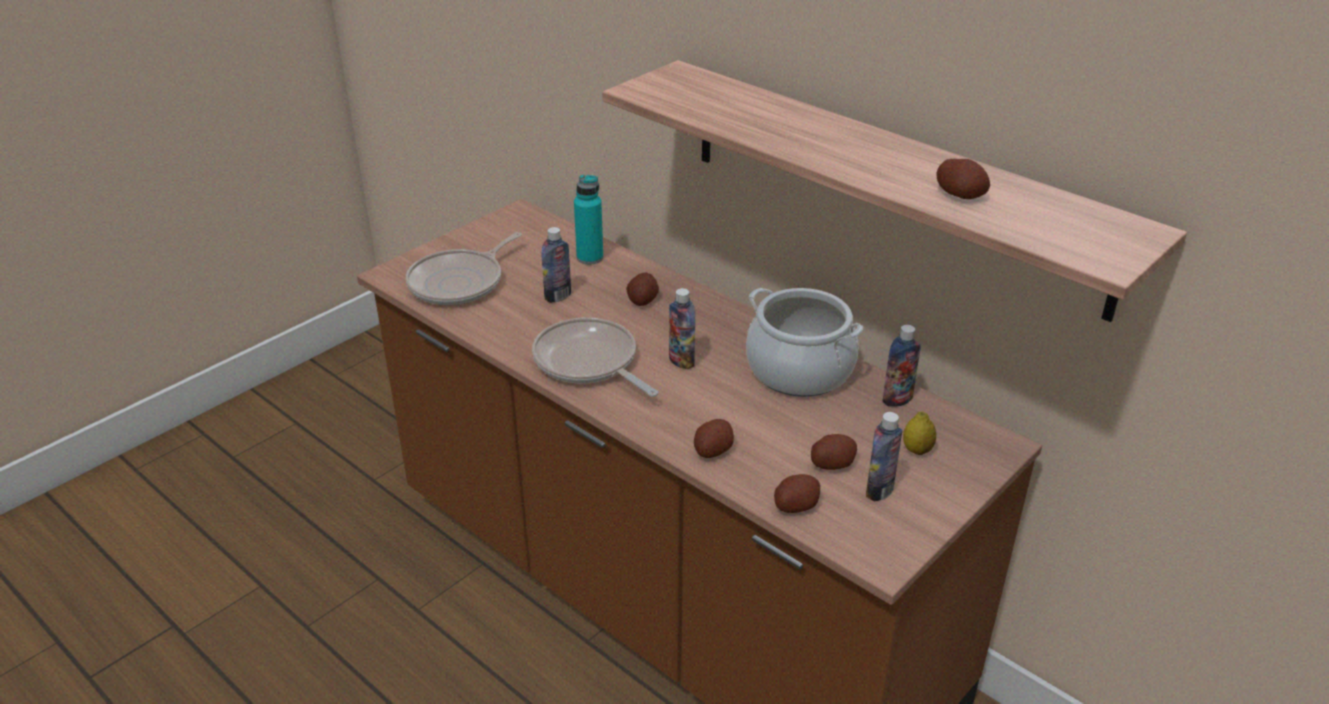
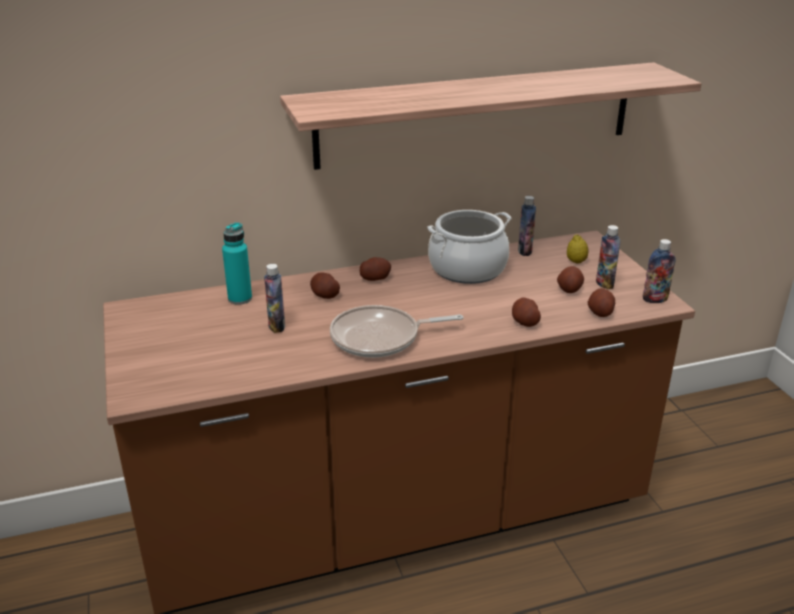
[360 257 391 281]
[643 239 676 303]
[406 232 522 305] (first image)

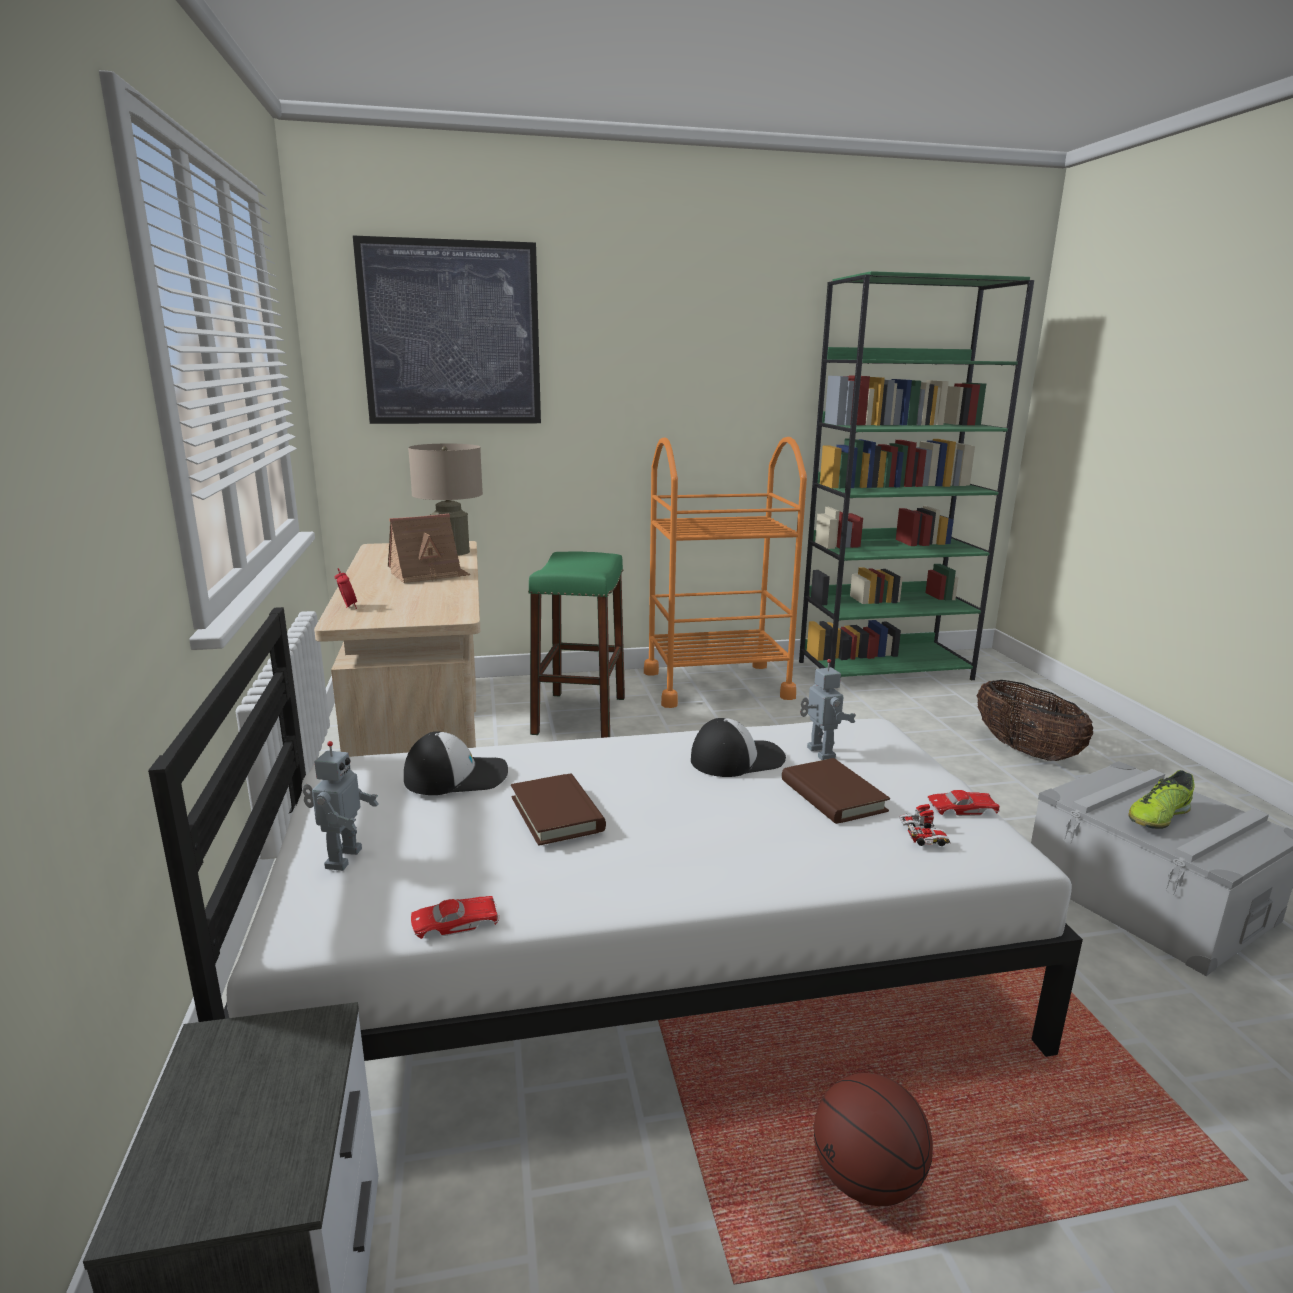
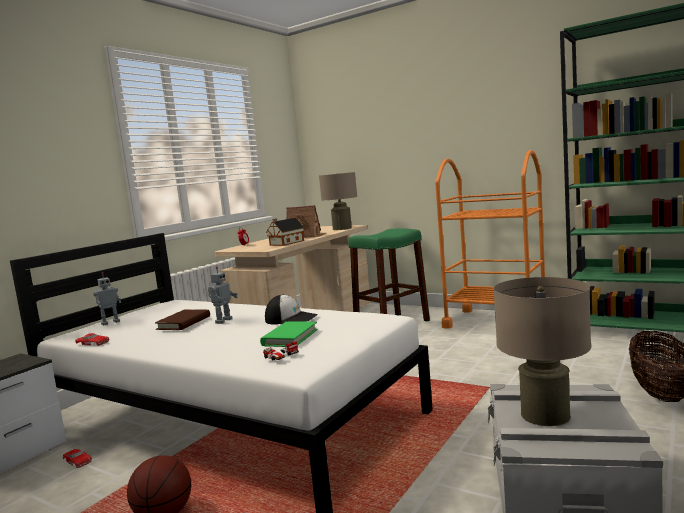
[63 449 92 468]
[208 267 238 324]
[260 321 318 347]
[266 218 304 246]
[494 277 591 426]
[353 236 541 424] (first image)
[404 732 508 795] (first image)

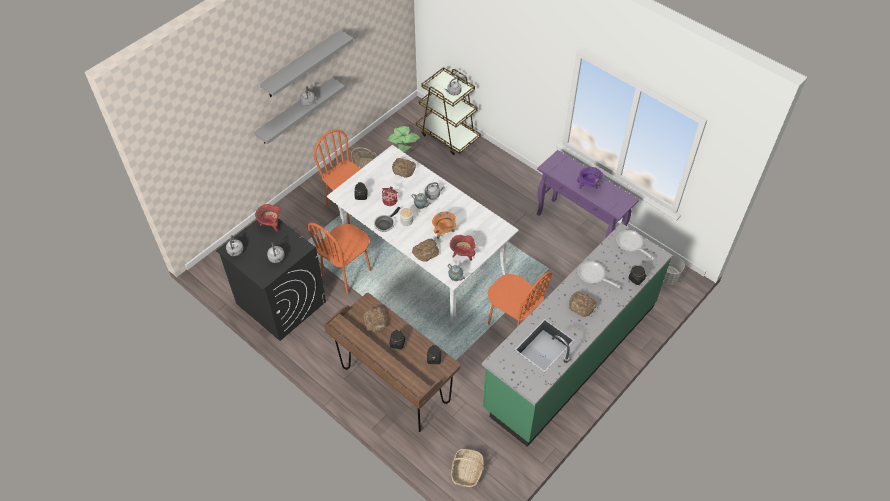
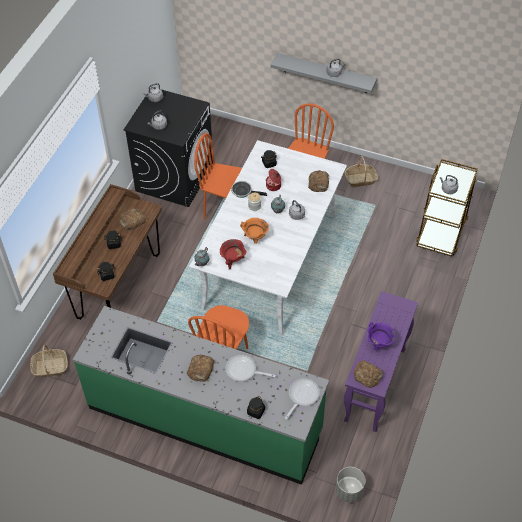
[225 355 276 381]
[353 360 383 388]
[255 204 281 232] (first image)
[260 30 353 97] (first image)
[388 126 420 152] (first image)

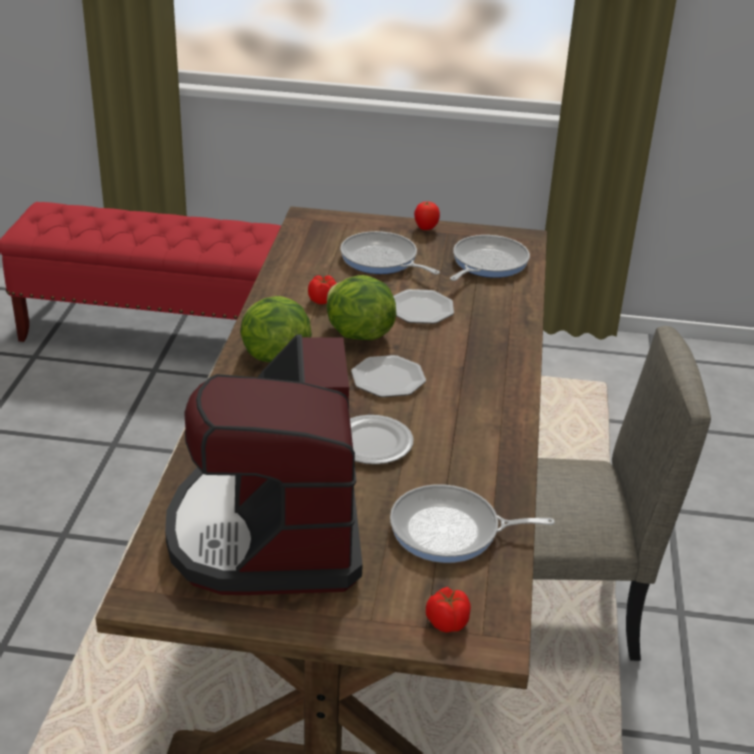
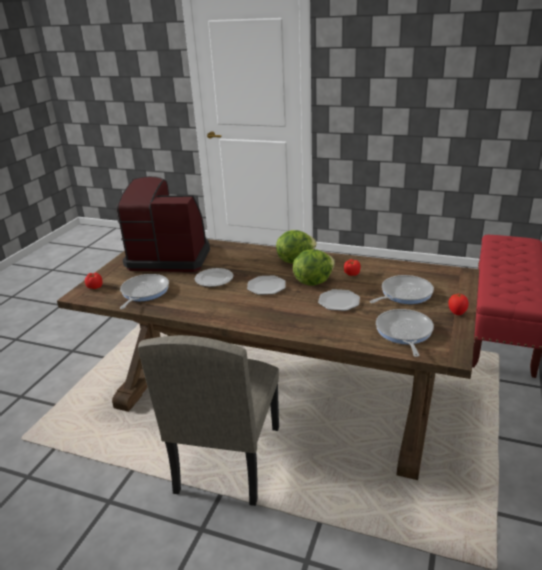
[376 309 434 357]

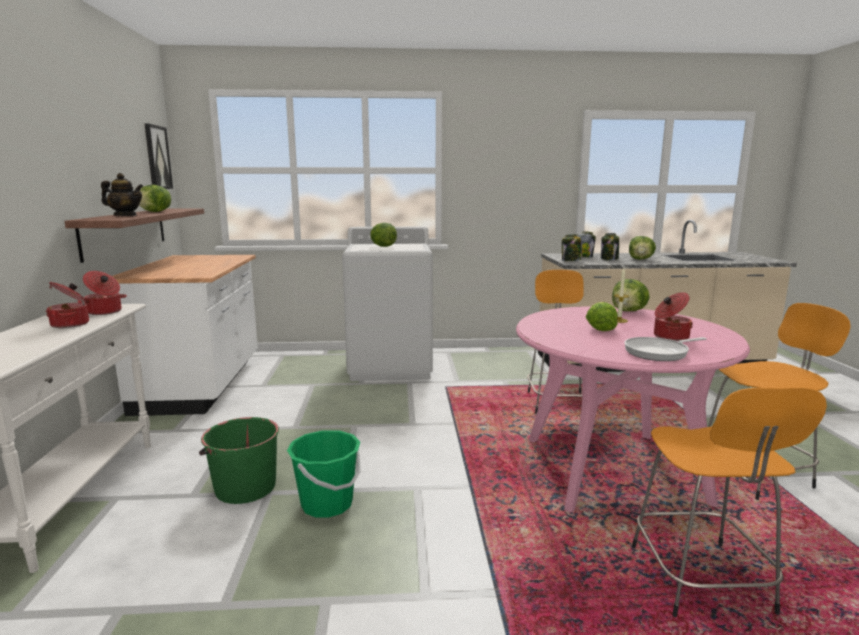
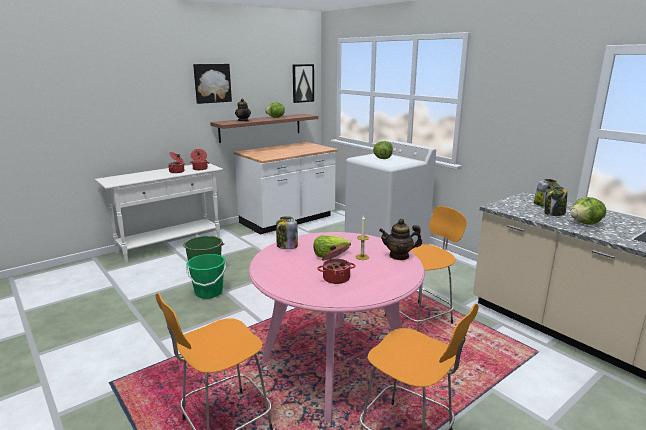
[193 64 232 104]
[276 216 298 249]
[379 219 422 260]
[624 337 707 361] (first image)

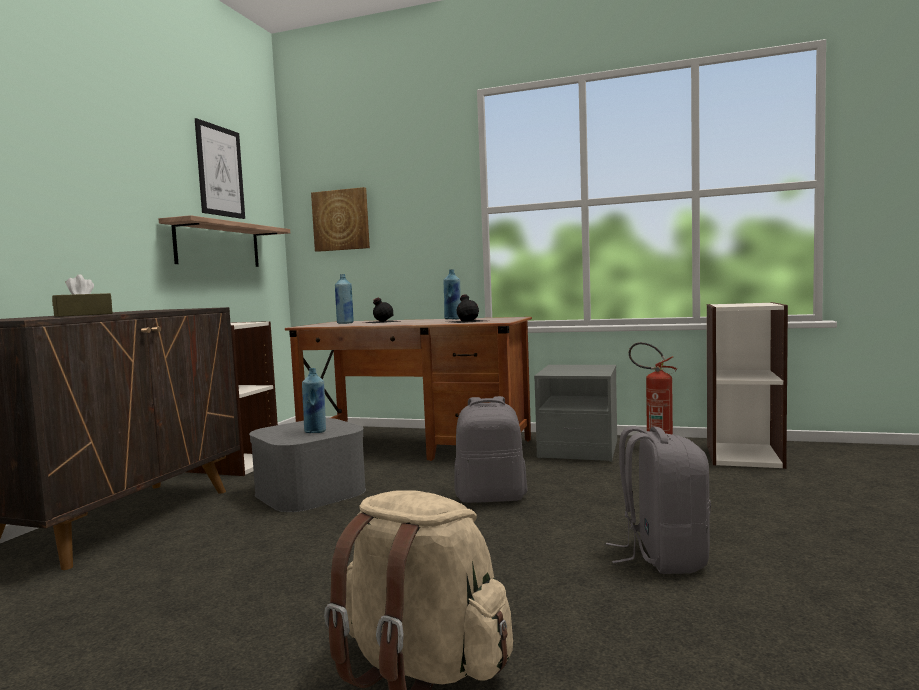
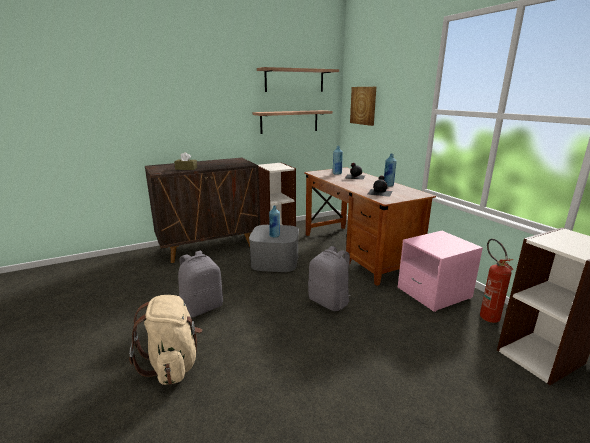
[178 251 223 317]
[257 67 339 92]
[398 231 483 312]

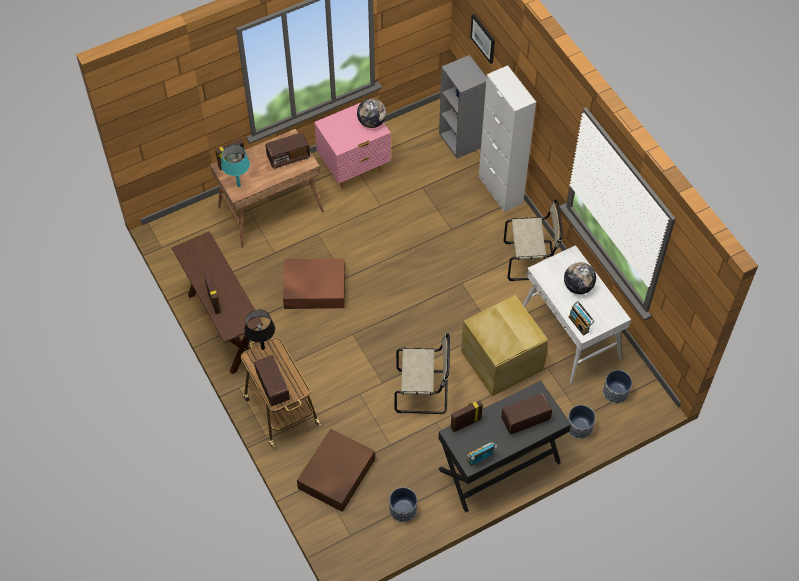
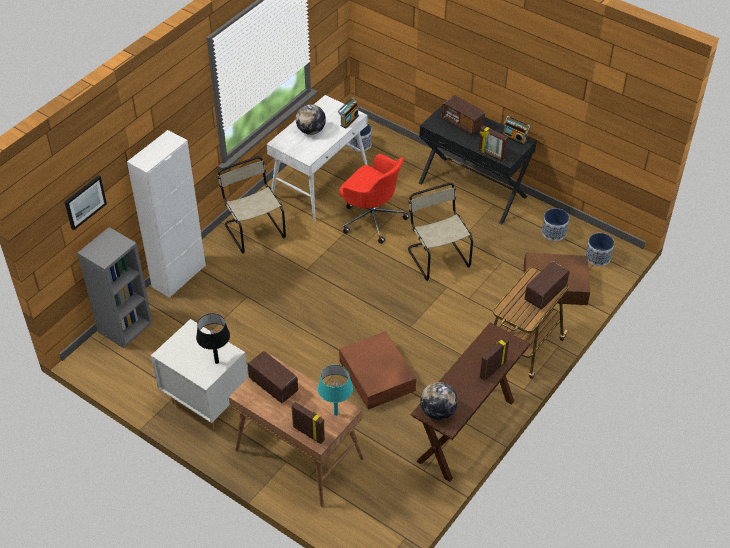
[151 319 248 430]
[196 313 230 364]
[339 154 410 244]
[420 382 458 420]
[585 233 614 266]

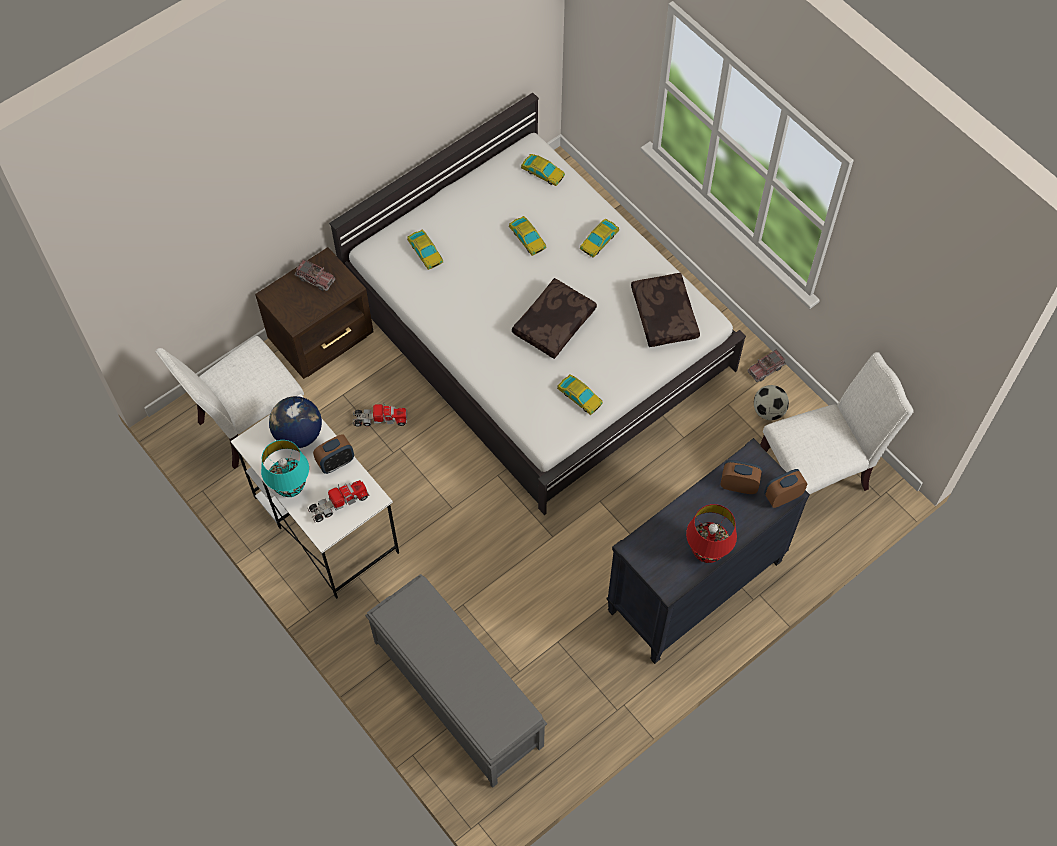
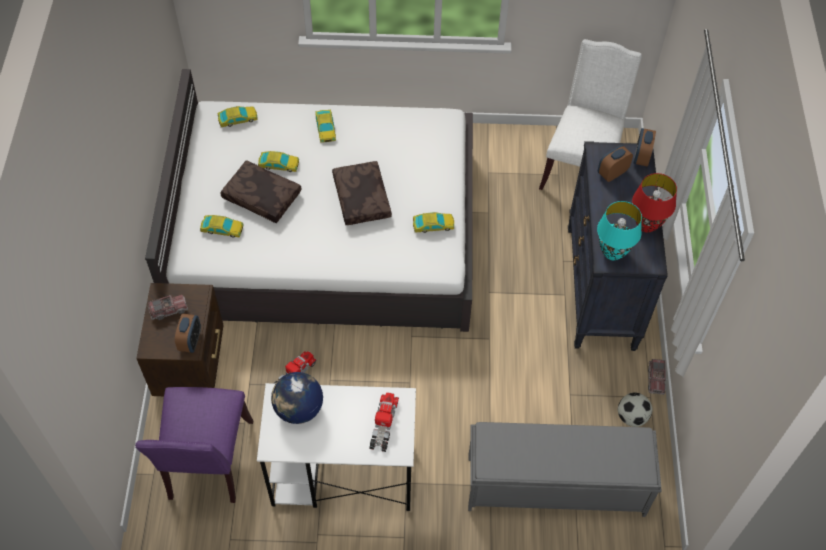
[135 387 254 503]
[175 314 201 353]
[220 160 302 223]
[597 201 642 260]
[618 392 652 427]
[648 359 667 395]

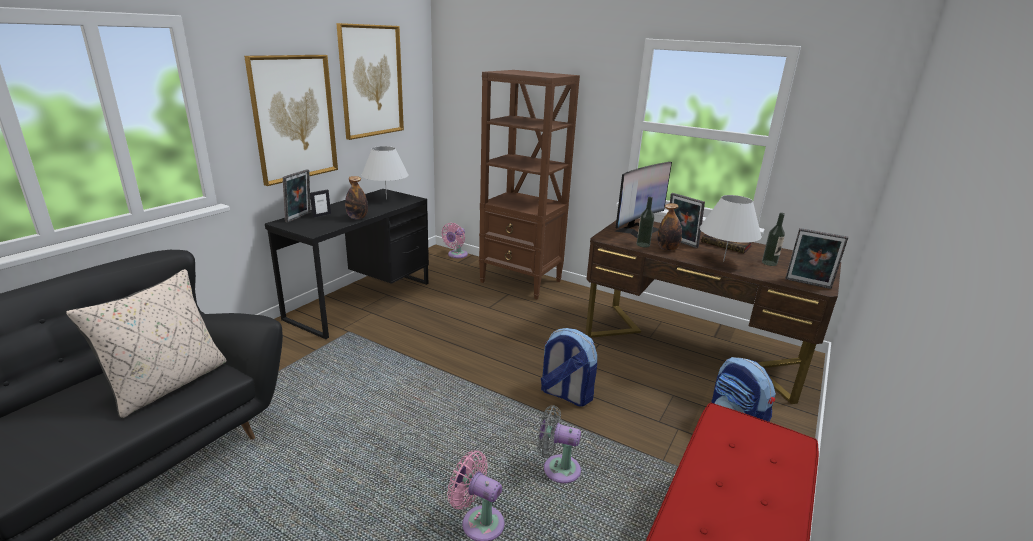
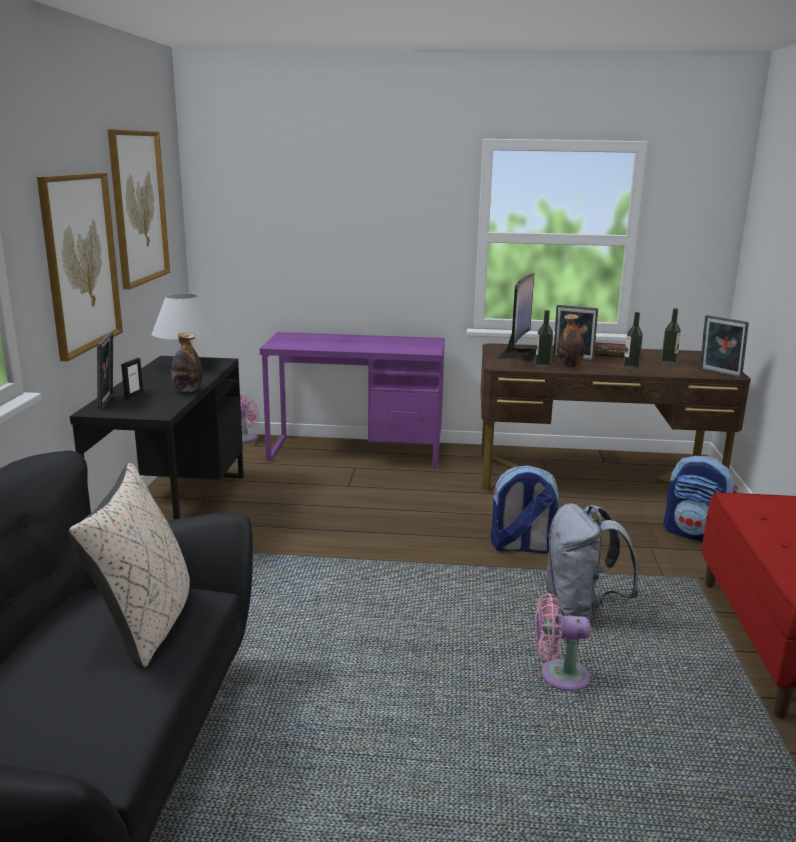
[260 332 445 469]
[545 503 639 621]
[623 312 643 370]
[700 315 749 378]

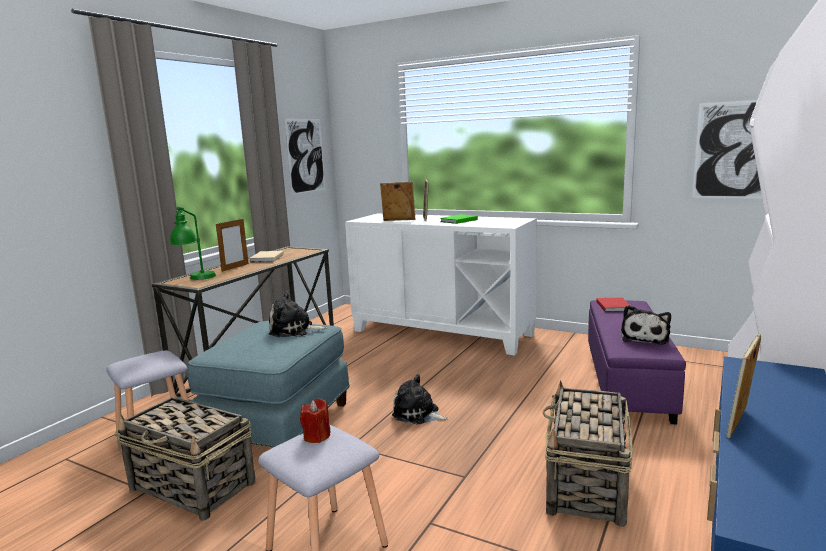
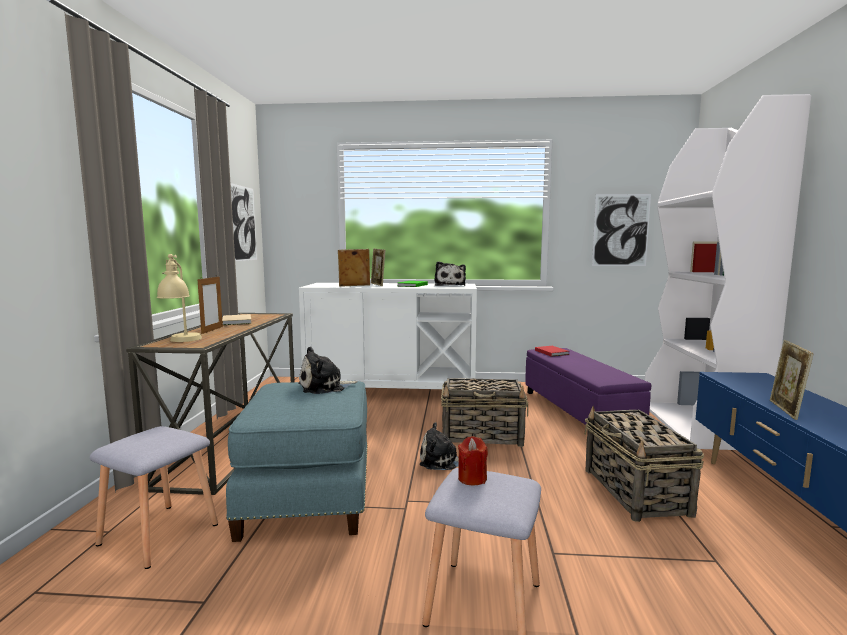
[156 254 202 342]
[434 261 466 286]
[441 378 528 447]

